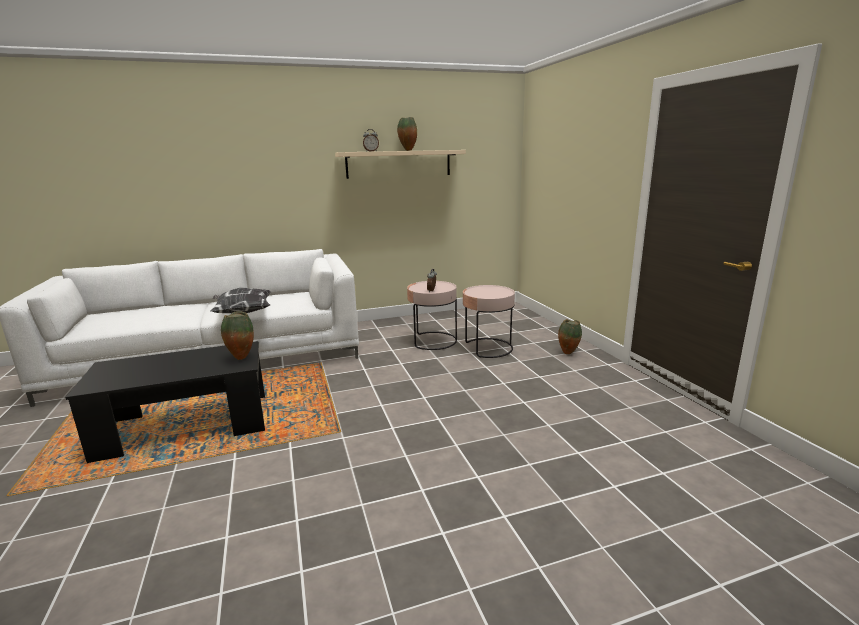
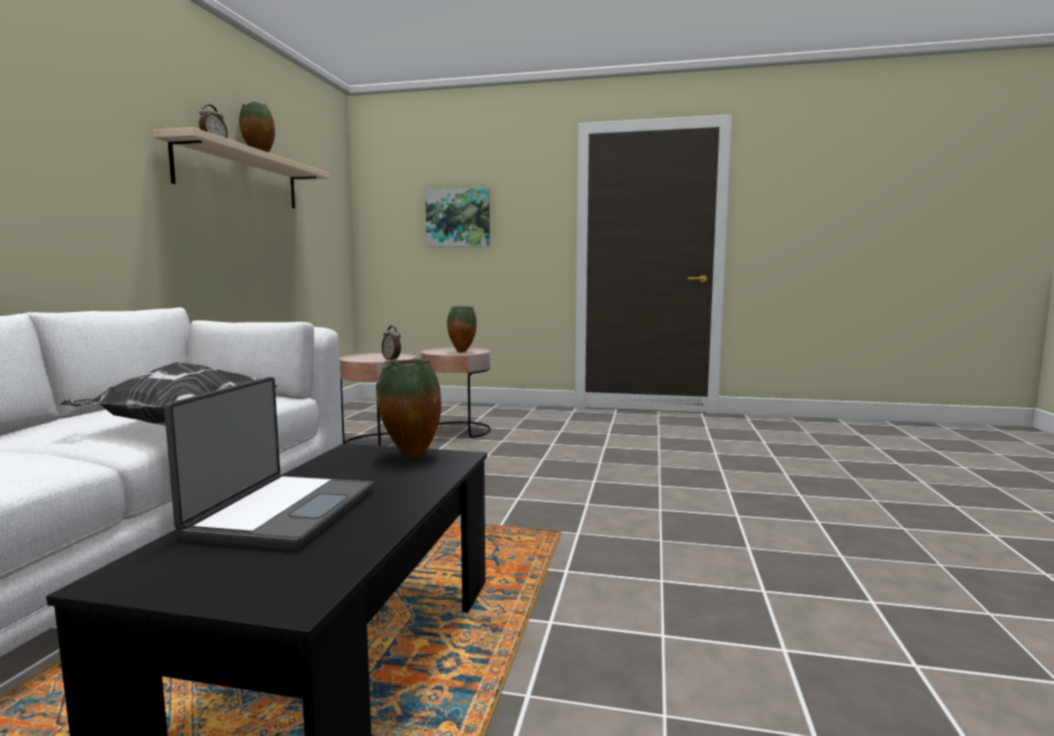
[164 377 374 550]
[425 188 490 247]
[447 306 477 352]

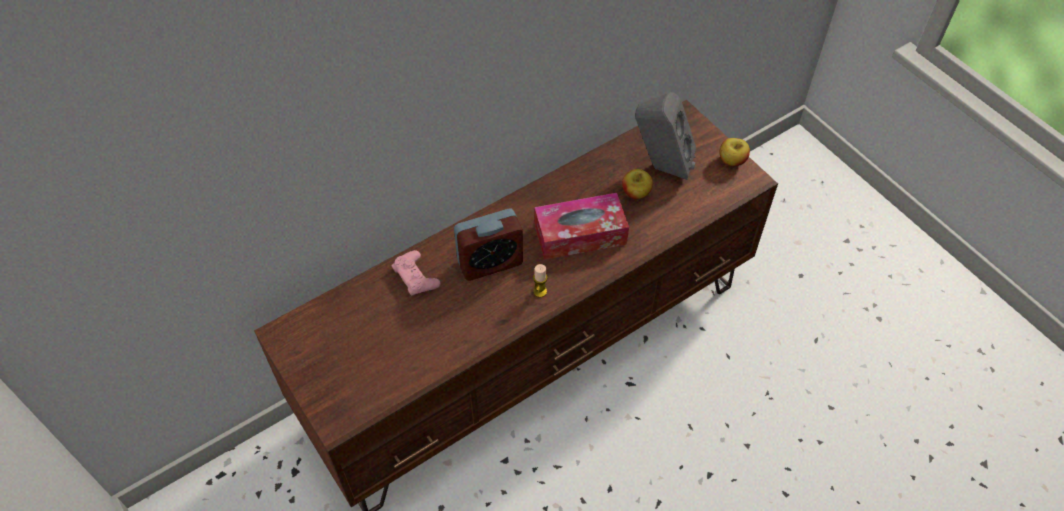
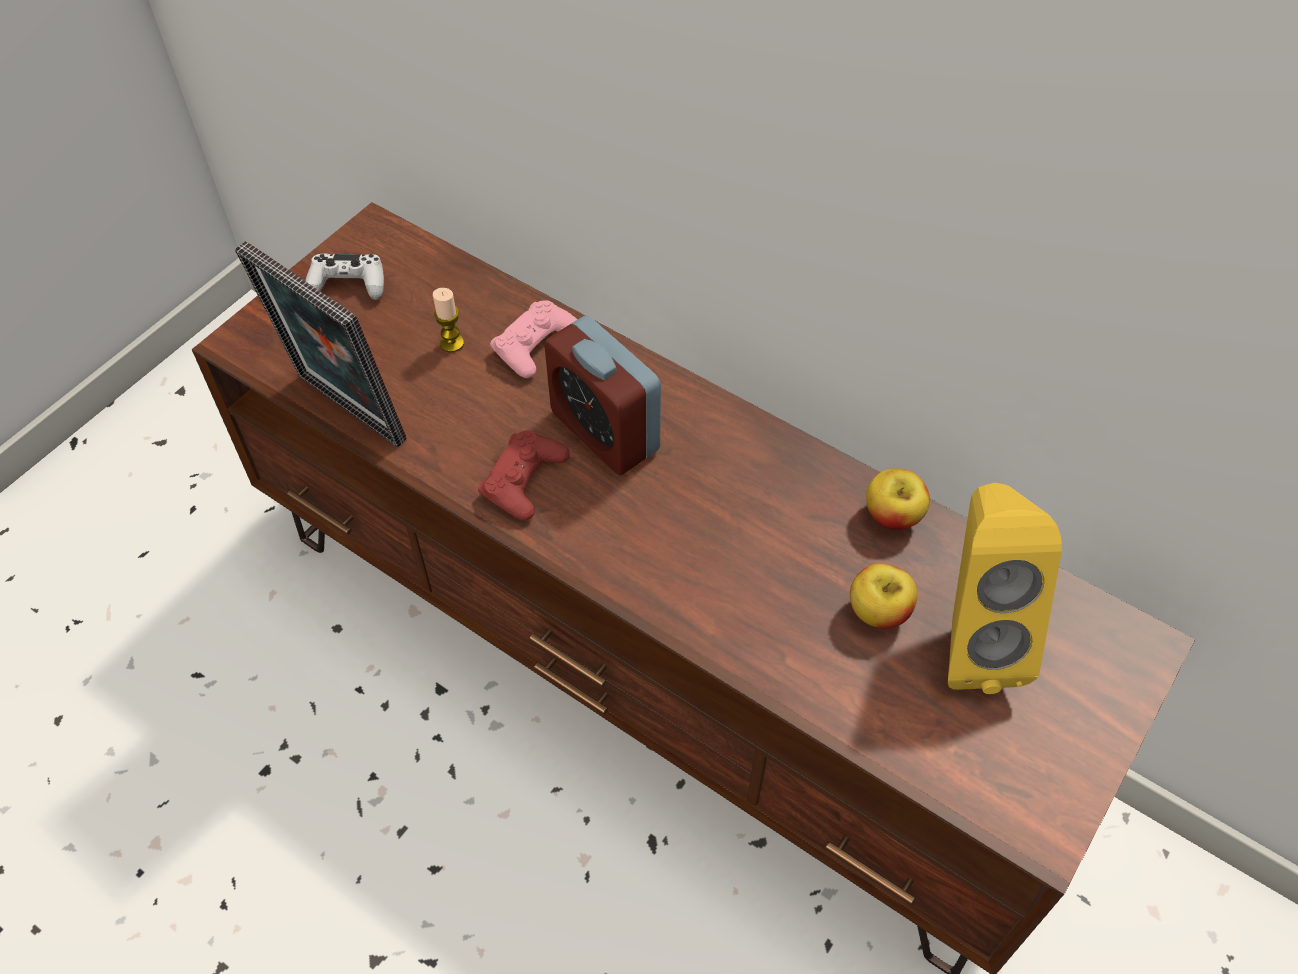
[235 241 407 447]
[305 254 384 300]
[433 288 464 353]
[478 430 569 520]
[866 468 930 530]
[948 483 1062 694]
[534 193 629 260] (first image)

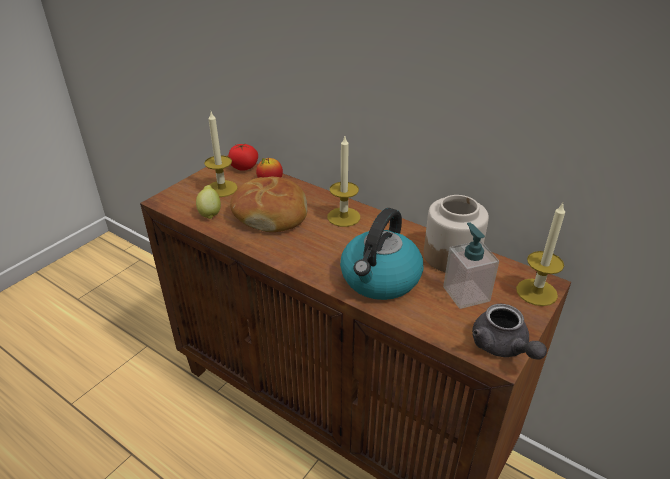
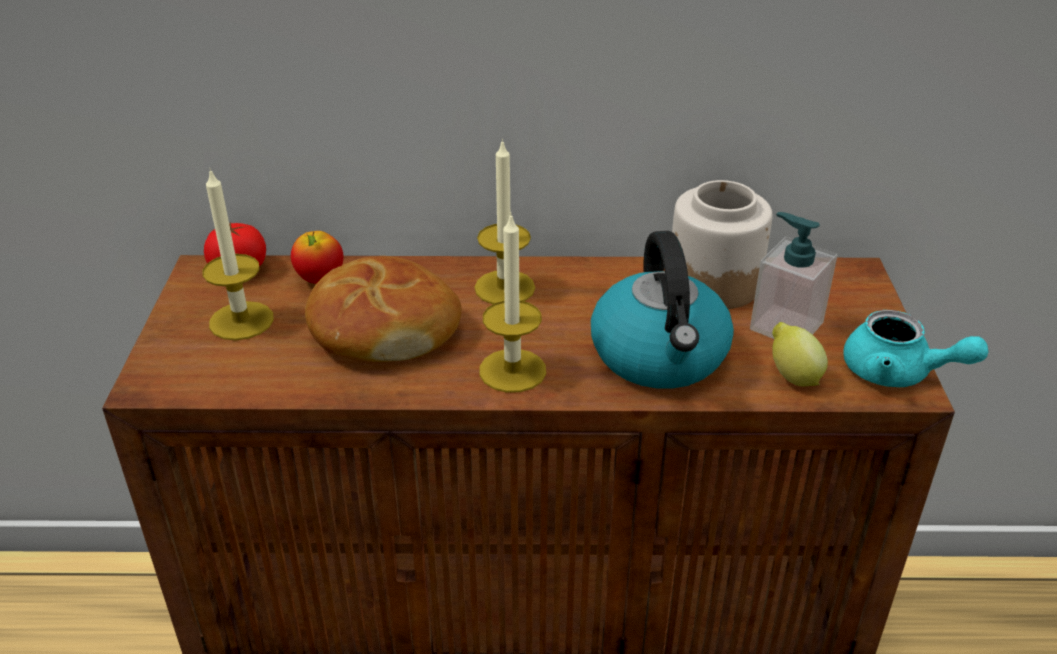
[479 212 546 393]
[772 322 828 387]
[843 310 988 387]

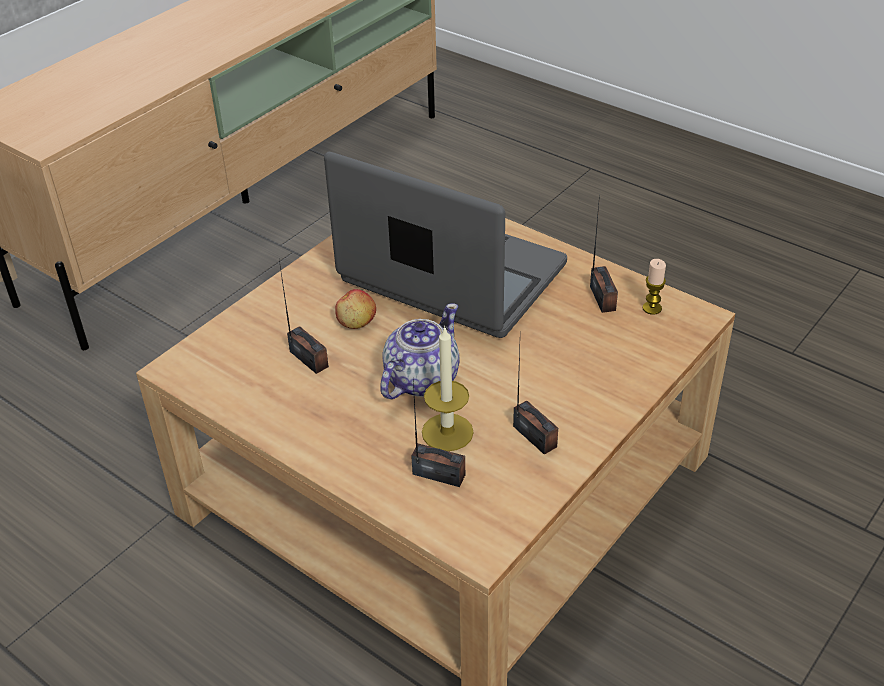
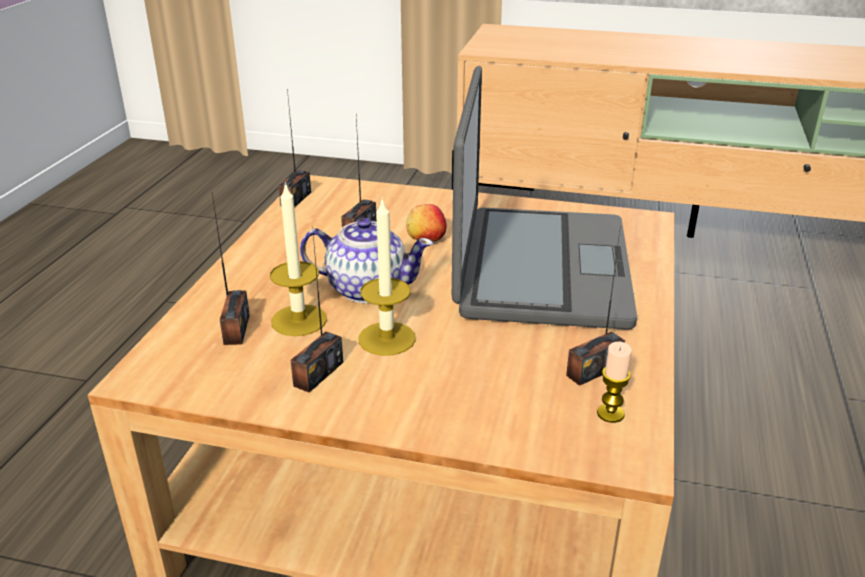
[278 89 311 208]
[359 197 416 356]

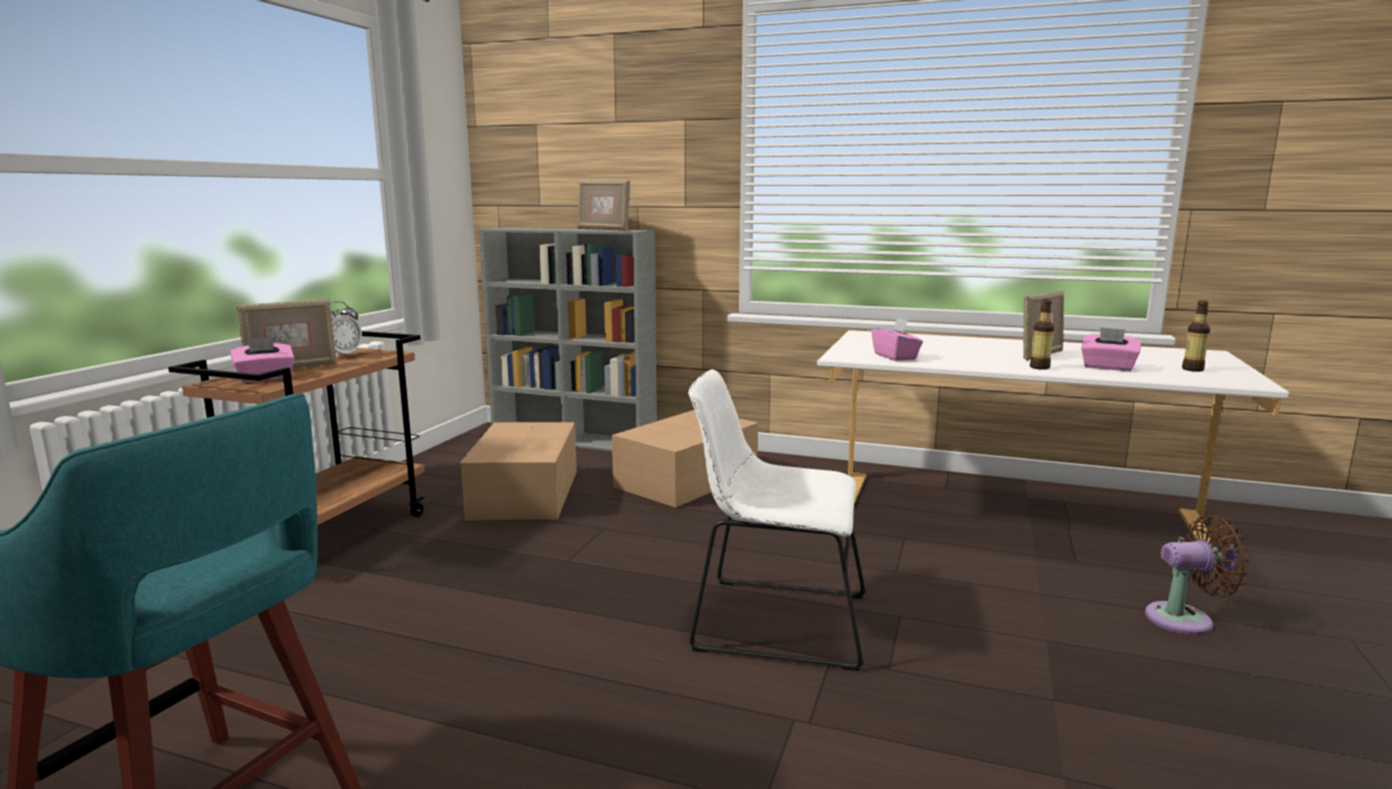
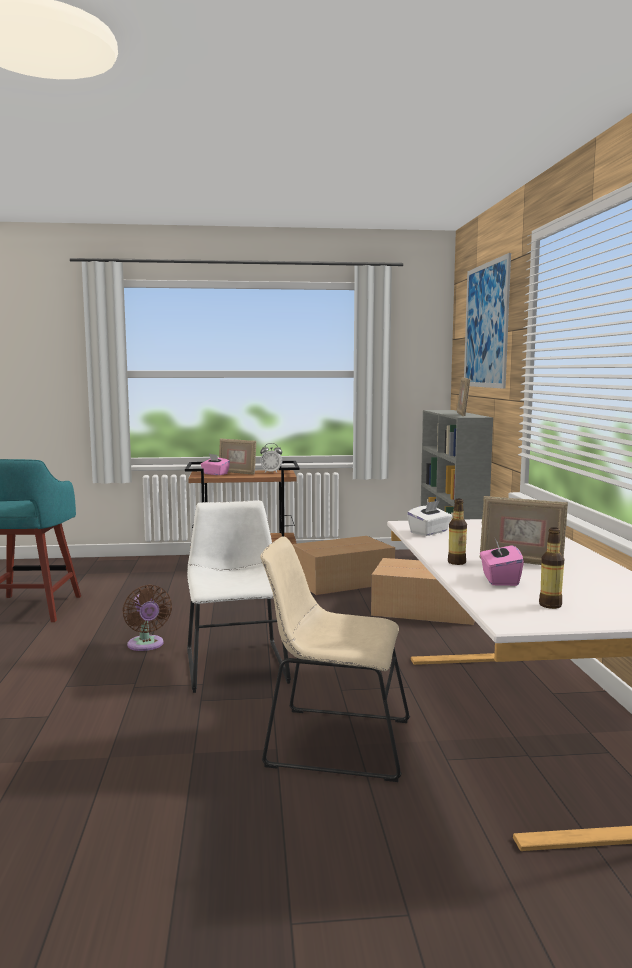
[122 585 172 651]
[260 536 410 782]
[407 500 452 536]
[464 253 511 389]

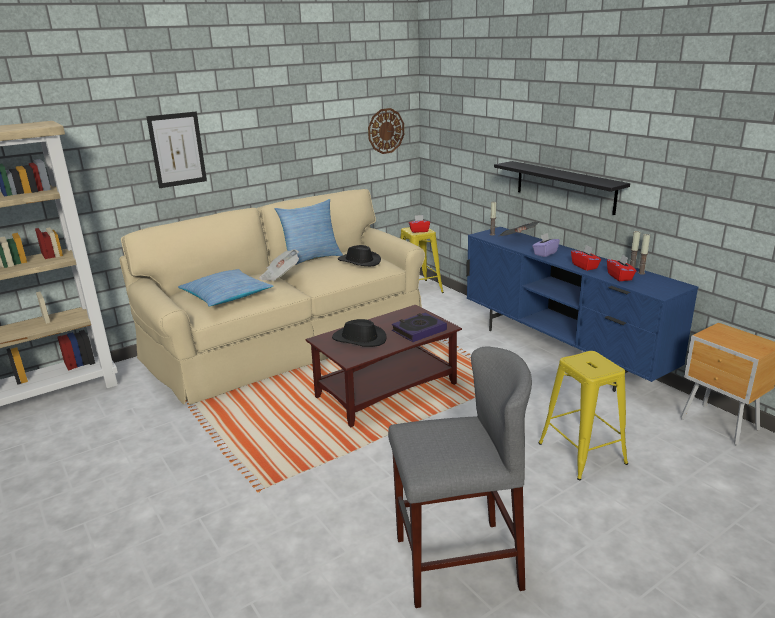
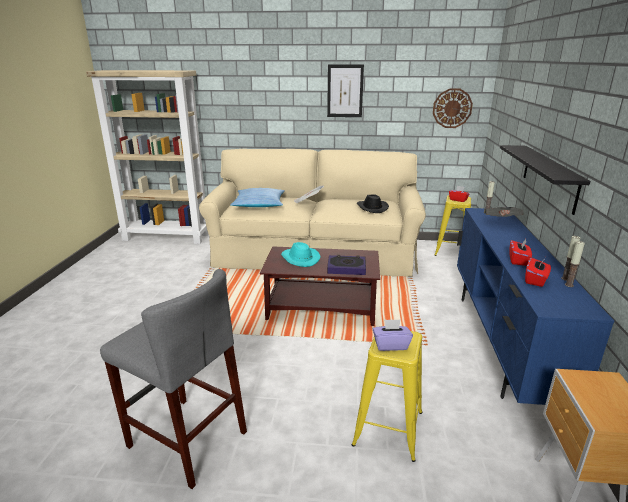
[281 242 321 267]
[327 64 364 117]
[373 319 413 351]
[275 199 343 266] (first image)

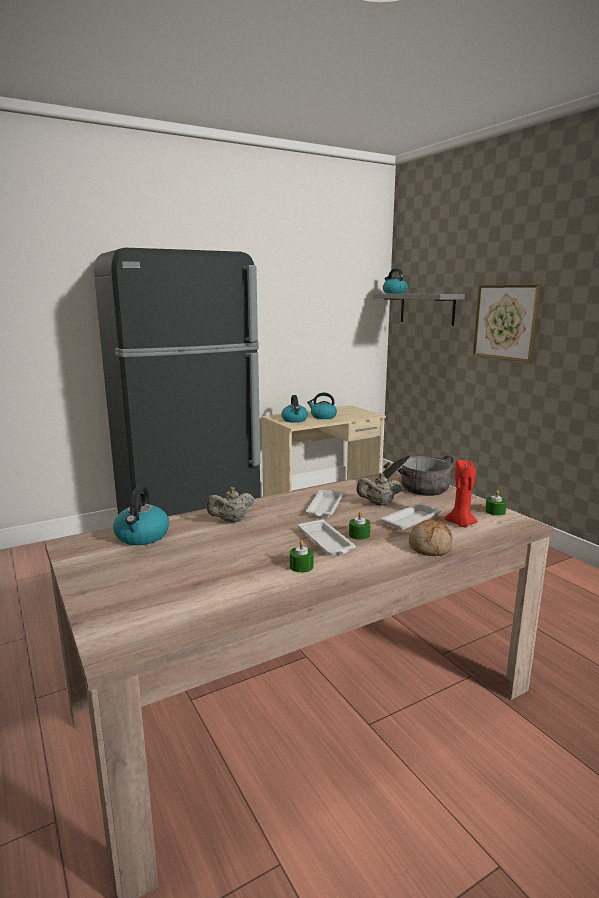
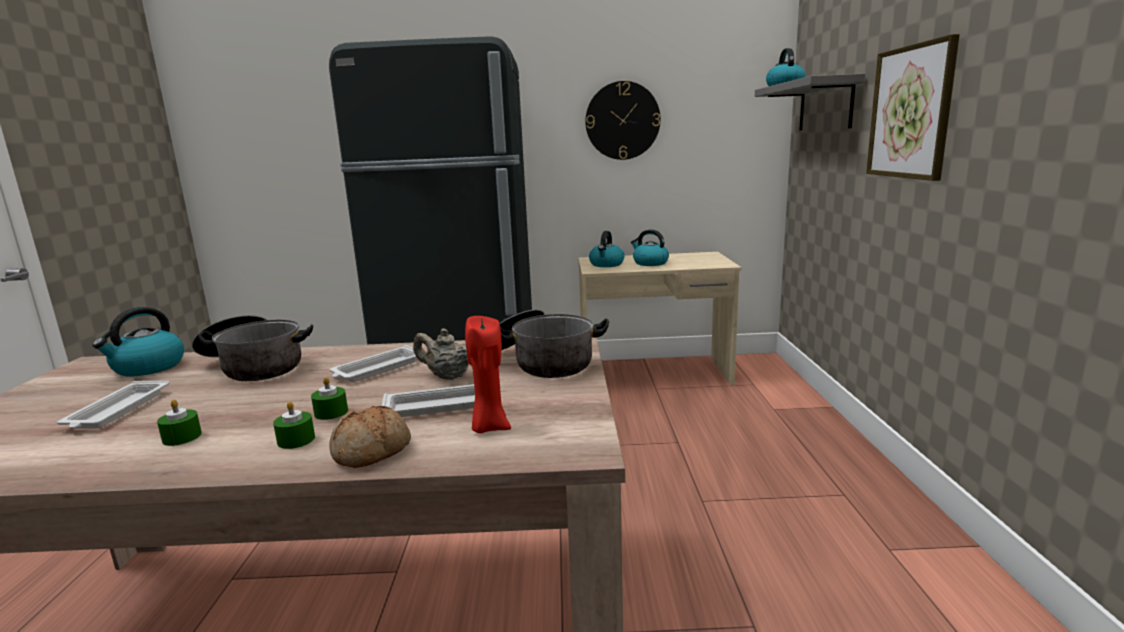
[57 381 170 429]
[192 315 313 381]
[273 401 315 449]
[585 81 661 160]

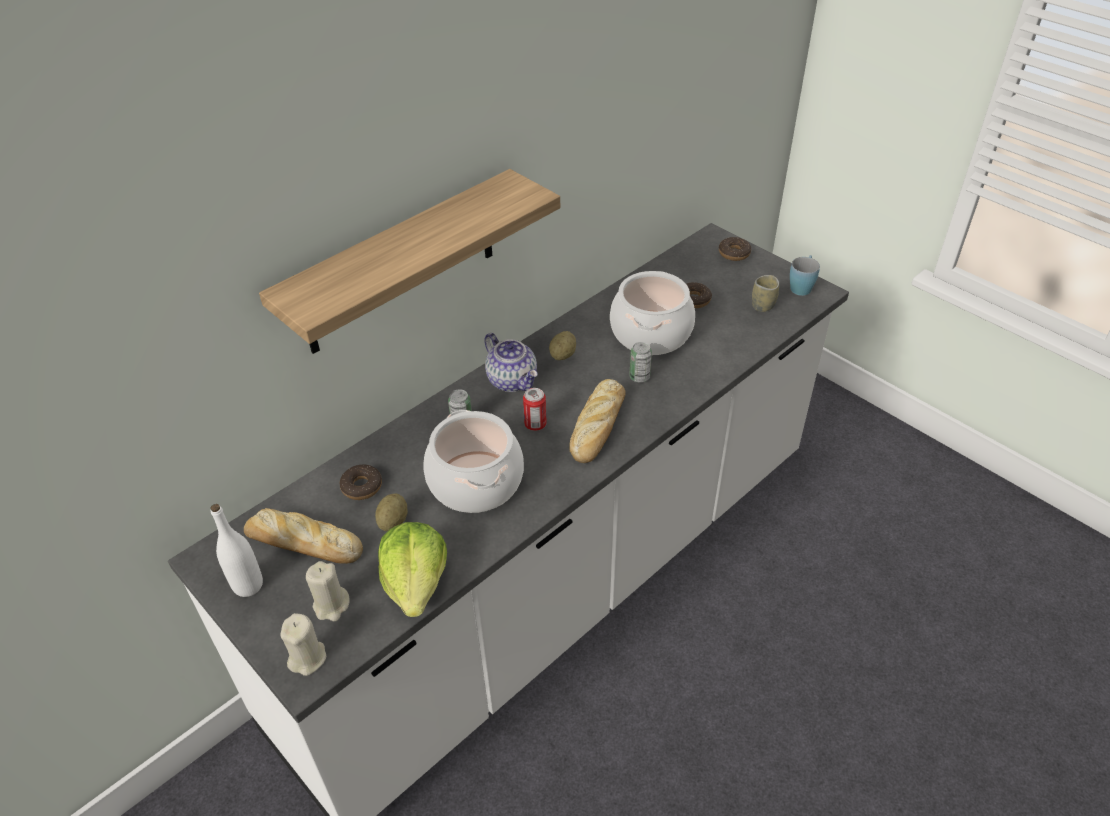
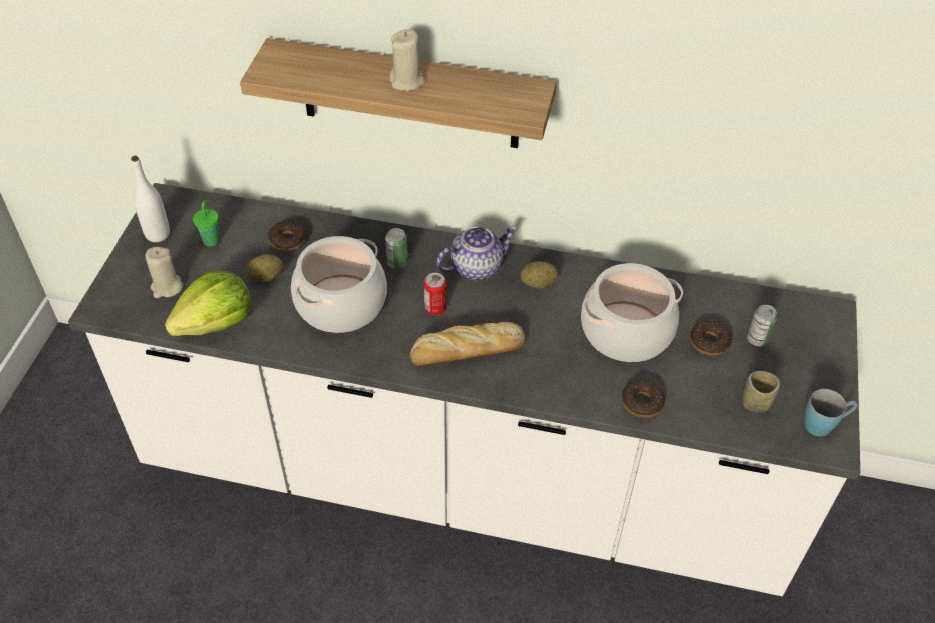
[193 200 220 246]
[389 30 425 91]
[436 226 518 280]
[622 380 665 418]
[747 305 777 346]

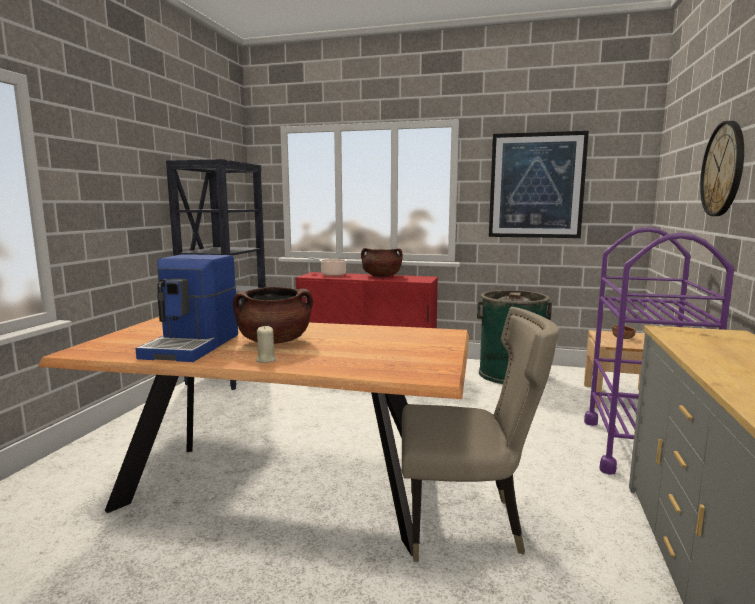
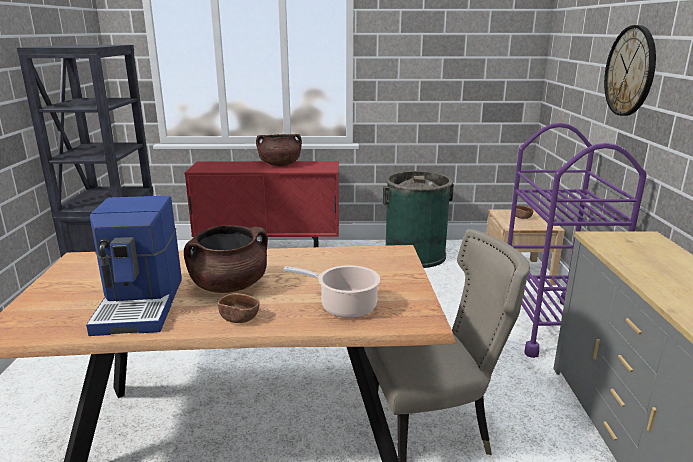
[218 293 259 323]
[283 265 380 318]
[489 131 589 238] (first image)

